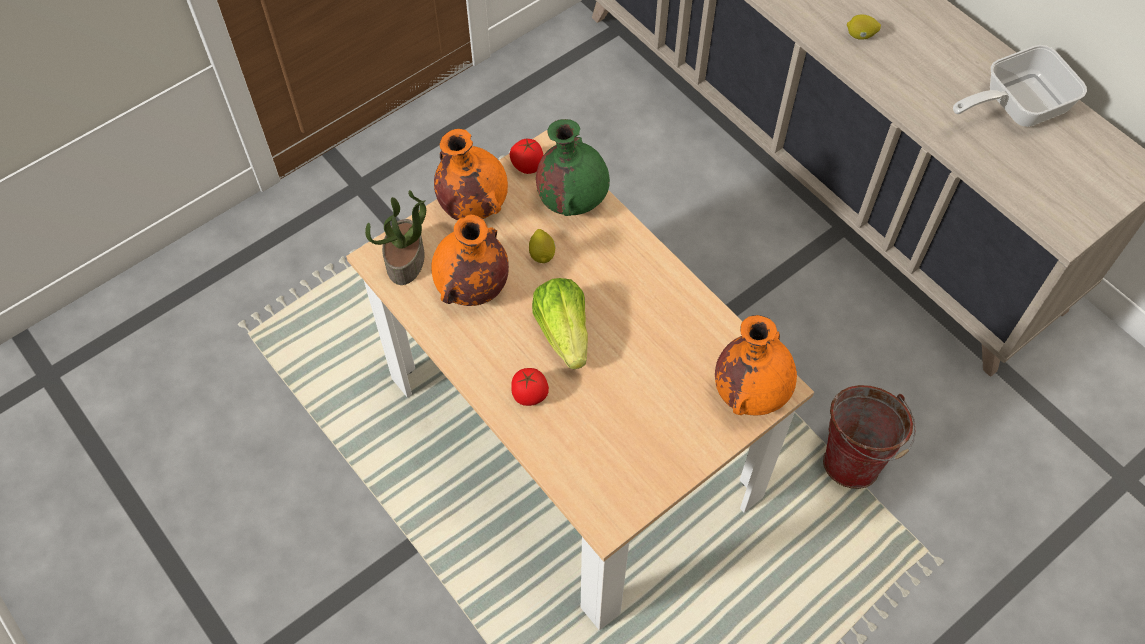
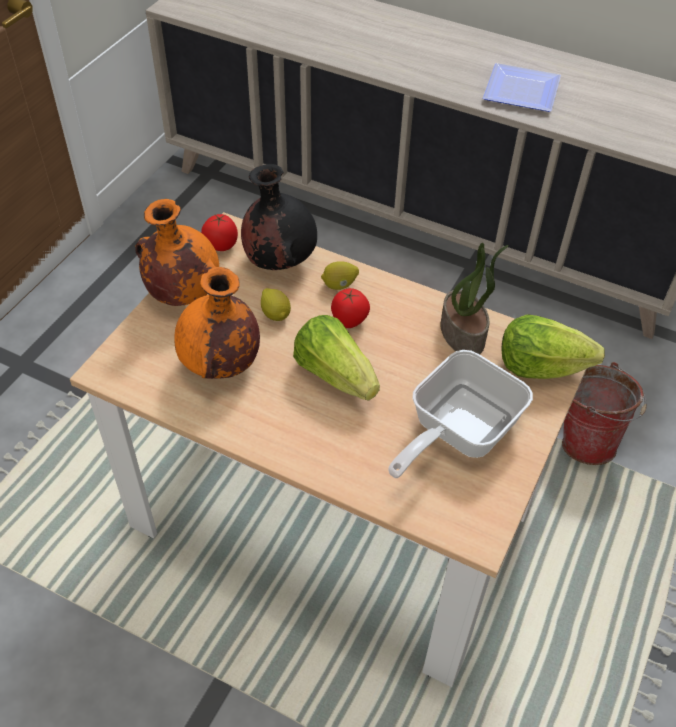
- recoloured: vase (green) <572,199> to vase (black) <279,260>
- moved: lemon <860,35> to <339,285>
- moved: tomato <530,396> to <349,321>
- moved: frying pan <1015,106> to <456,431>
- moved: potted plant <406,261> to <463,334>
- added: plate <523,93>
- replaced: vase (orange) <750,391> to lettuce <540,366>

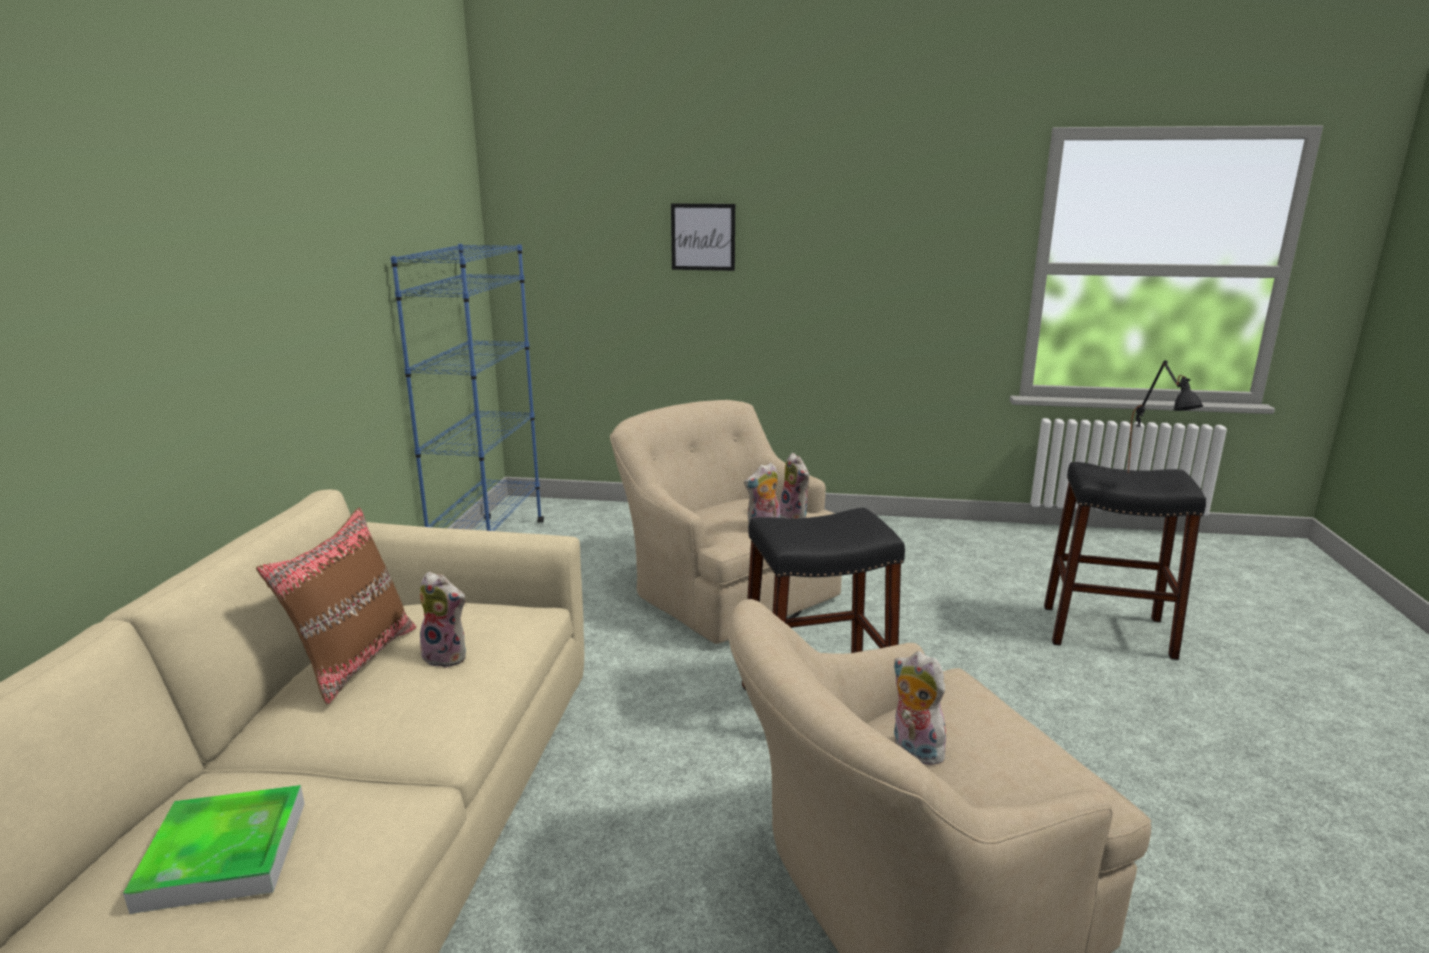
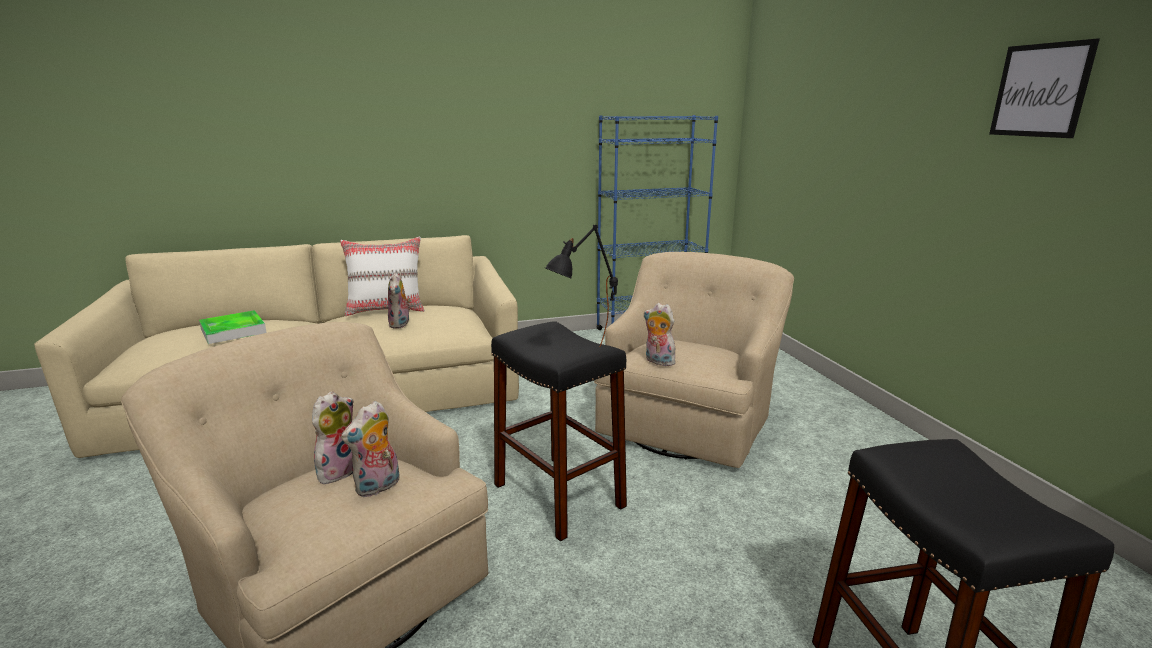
- recoloured: pillow (brown) <354,660> to pillow (white) <386,310>
- moved: plush toy <795,517> to <378,487>
- moved: table lamp (black) <1153,481> to <583,356>
- moved: picture <703,237> to <1040,90>

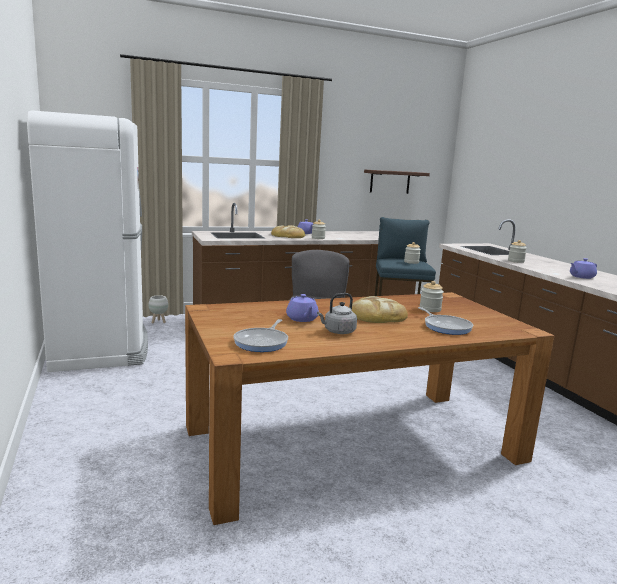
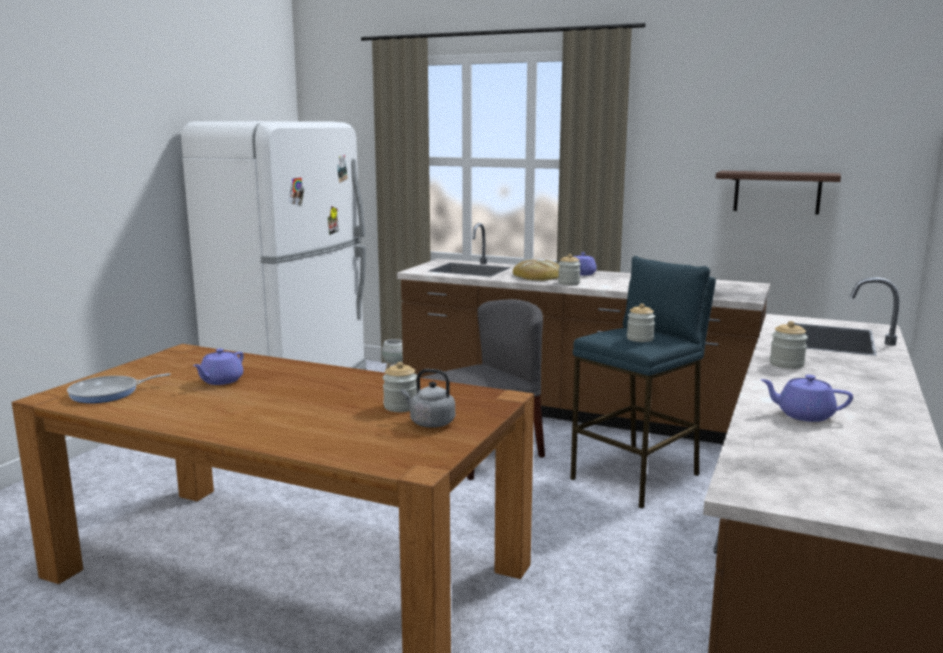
- moved: kettle (grey) <338,331> to <430,423>
- removed: bread <376,315>
- removed: frying pan <446,327>

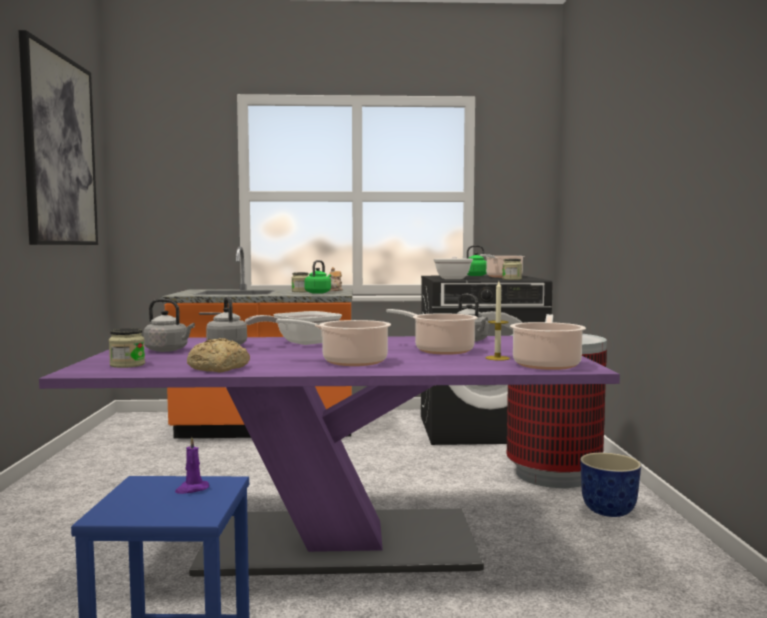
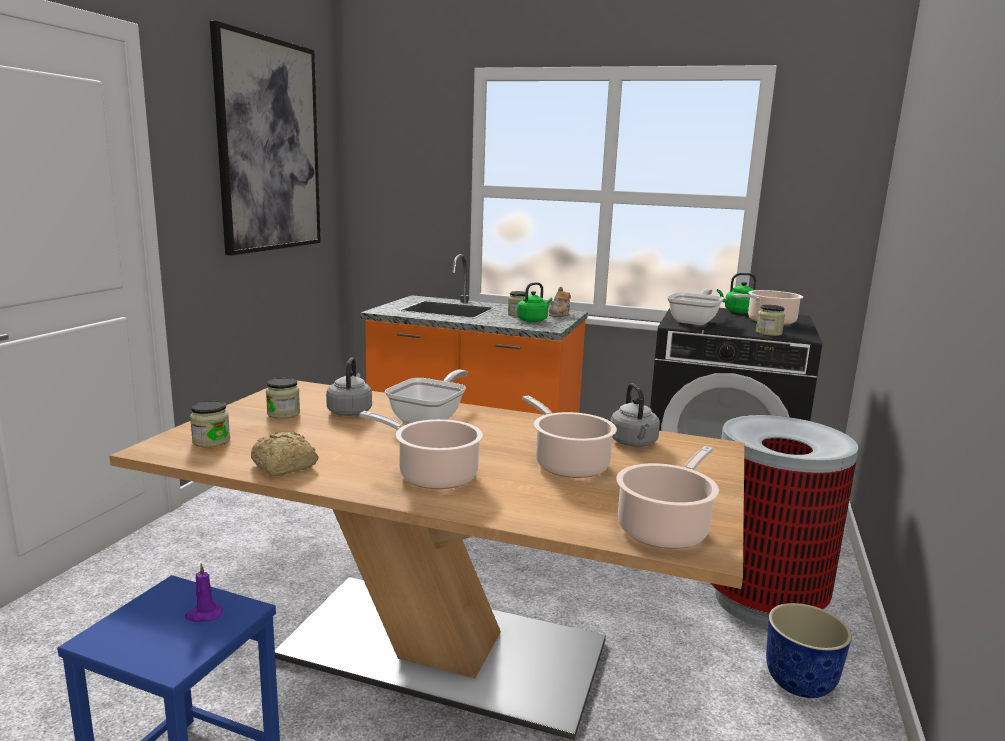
- recoloured: dining table (purple) <339,543> to dining table (beige) <444,651>
- replaced: kettle (grey) <168,350> to jar <283,414>
- turned: frying pan <301,343> = <431,418> 135 degrees clockwise
- removed: candle <497,358>

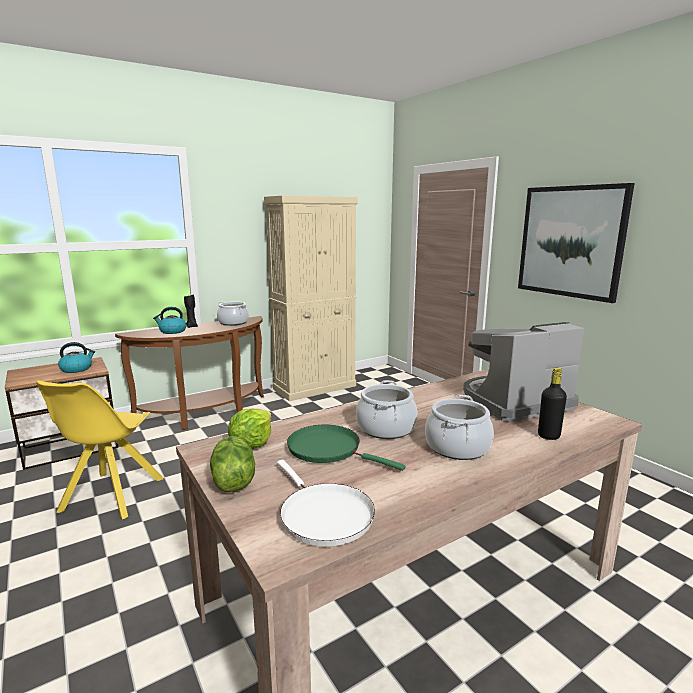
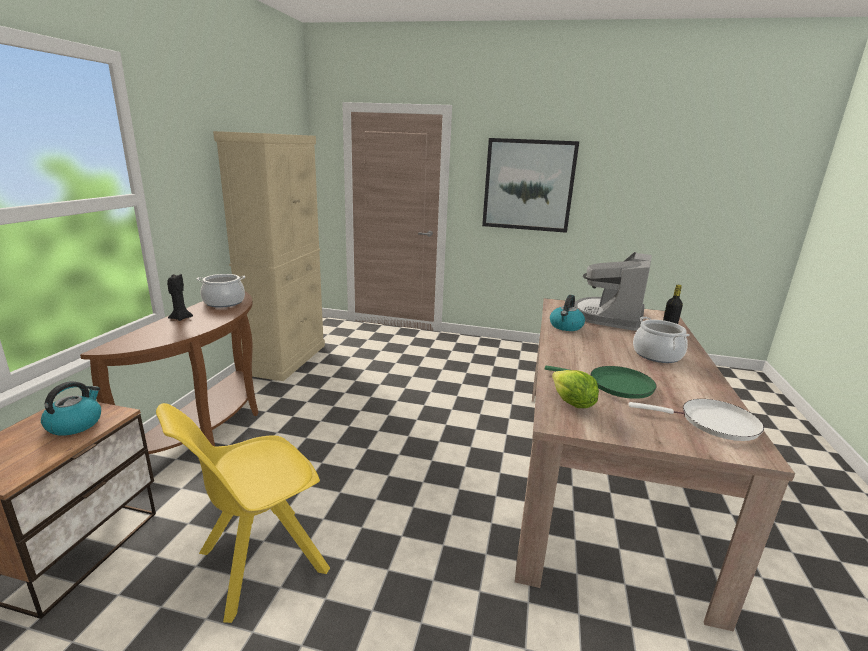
- turned: chair (yellow) <110,496> = <259,563> 90 degrees clockwise
- turned: frying pan (green) <328,449> = <615,385> 150 degrees counterclockwise
- moved: kettle <172,331> to <566,326>
- removed: lettuce <232,481>
- removed: cooking pot <385,428>

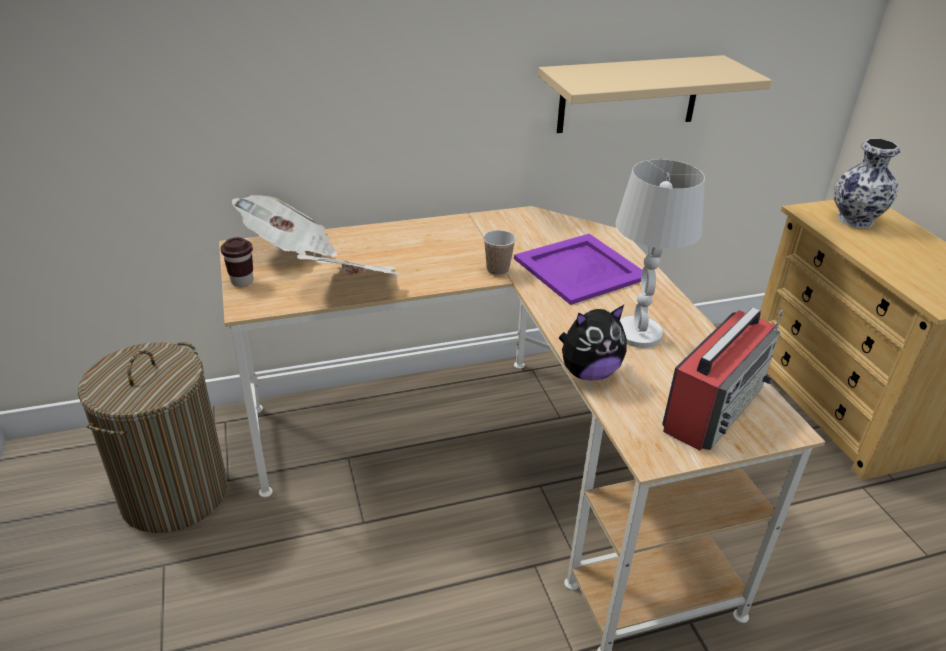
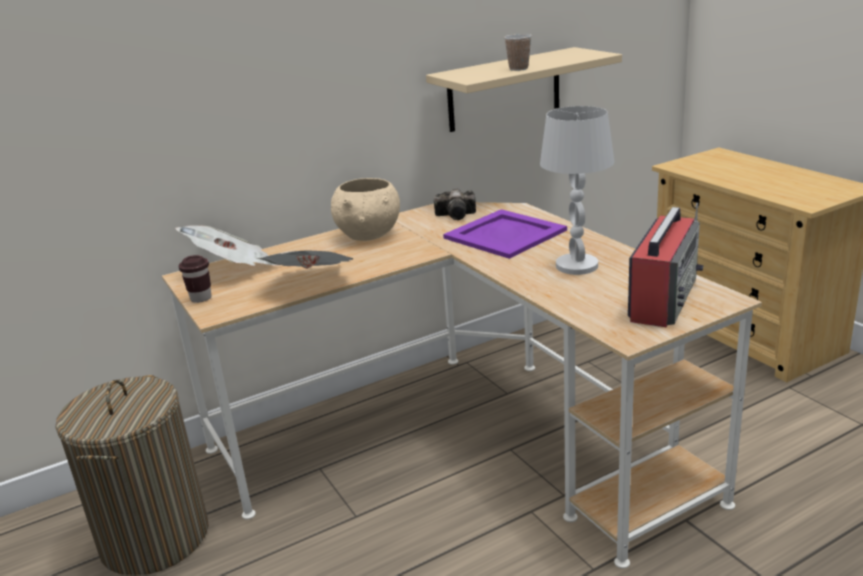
- added: bowl (beige) <369,235>
- added: photo camera <457,215>
- moved: cup <497,270> to <518,68>
- removed: plush toy <588,372>
- removed: vase <854,220>

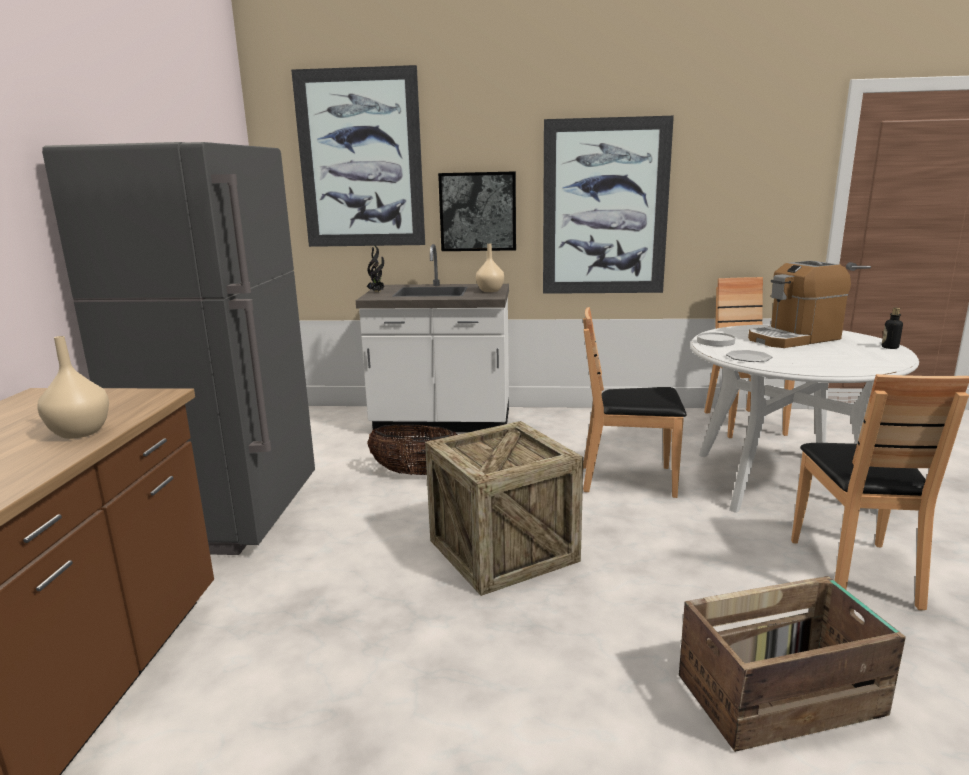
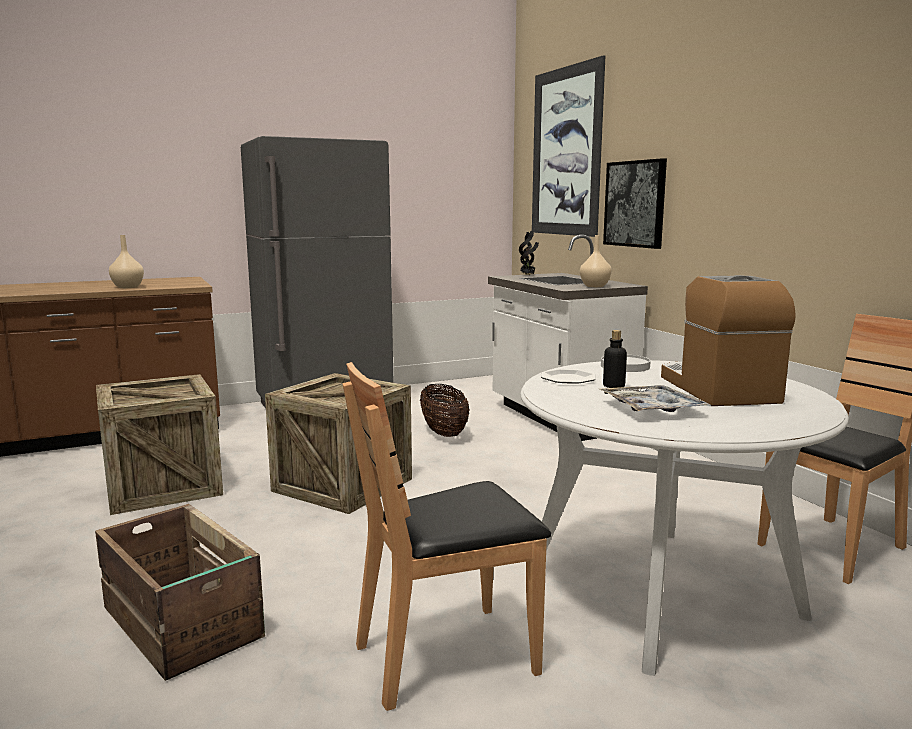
- added: crate <163,486>
- added: tray <652,408>
- moved: bottle <890,347> to <613,386>
- turned: coffee machine <793,338> = <717,389> 45 degrees clockwise
- removed: picture <605,208>
- removed: chair (brown) <629,480>

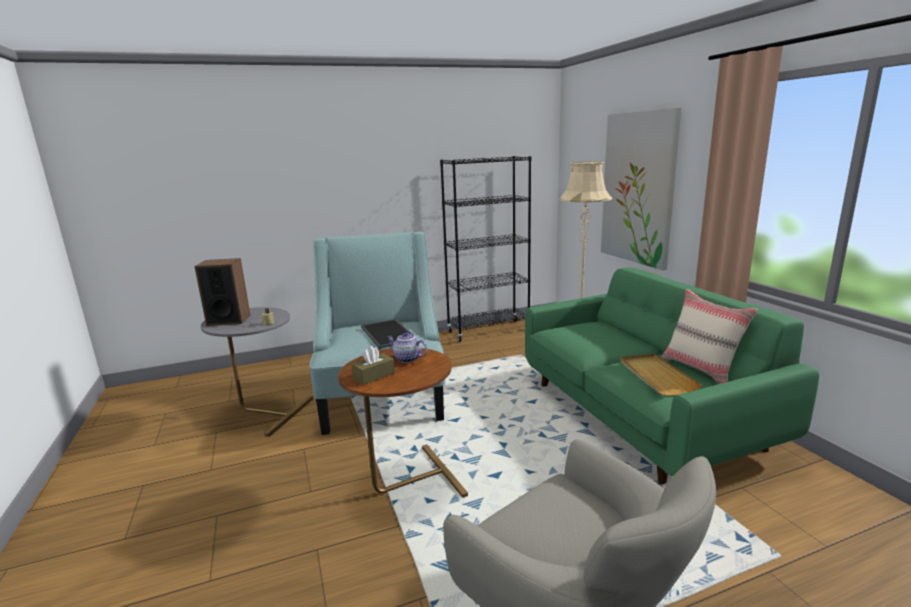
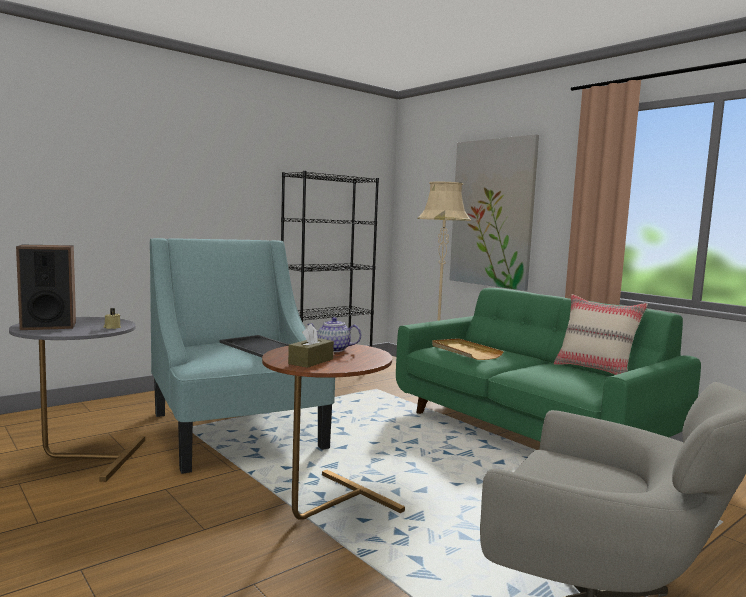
- moved: tray (beige) <656,376> to <465,351>

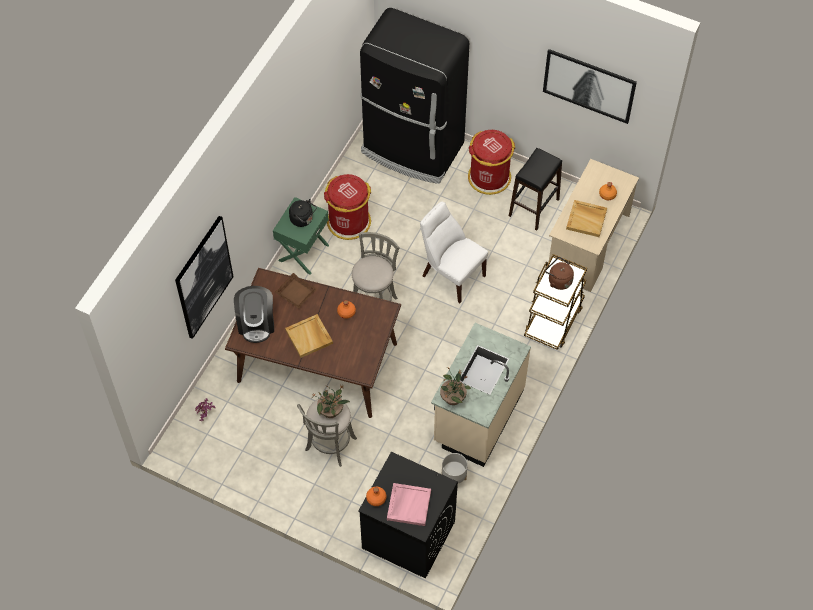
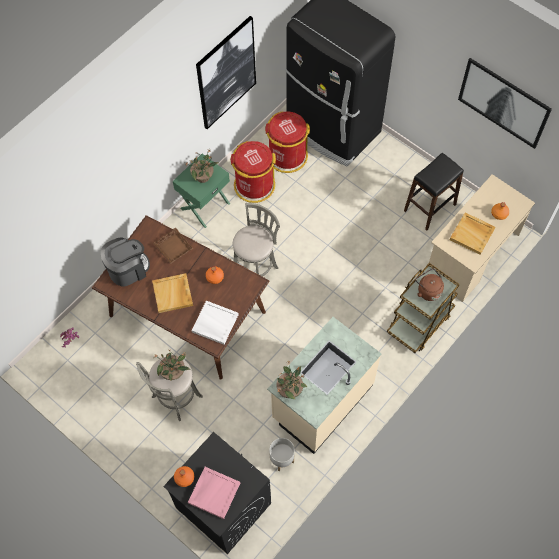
- turned: coffee machine <256,323> = <128,269> 135 degrees counterclockwise
- replaced: kettle (black) <303,219> to potted plant <203,177>
- added: tray (white) <214,323>
- moved: picture <203,277> to <226,73>
- moved: trash can (red) <489,177> to <287,156>
- removed: chair (white) <451,274>

